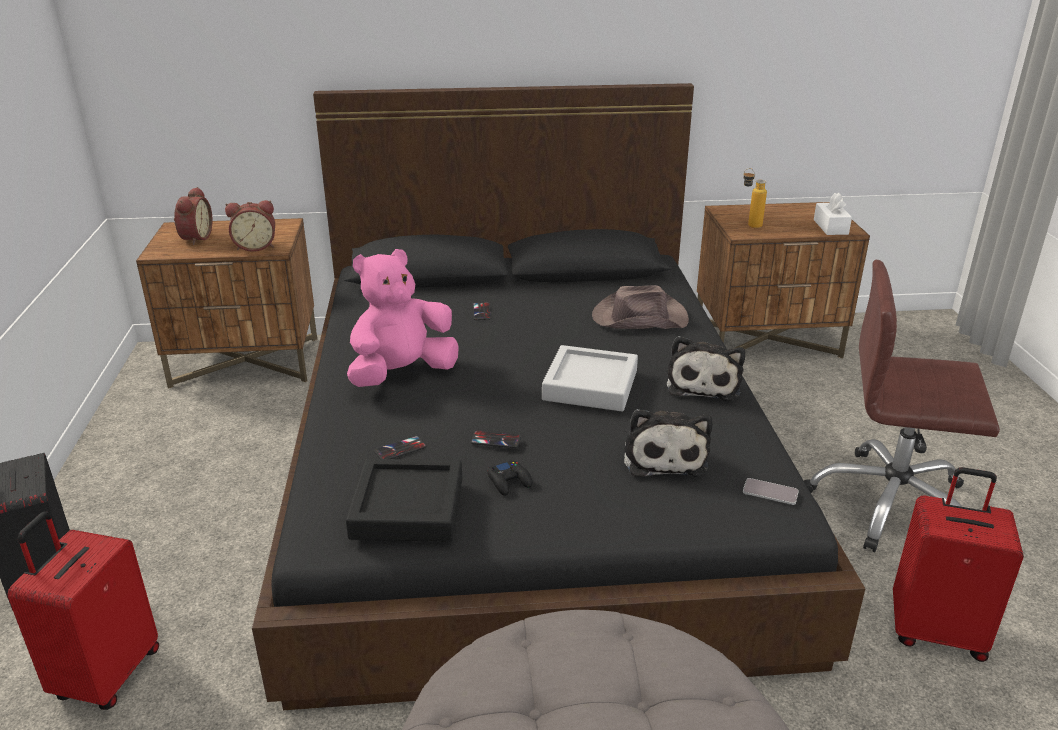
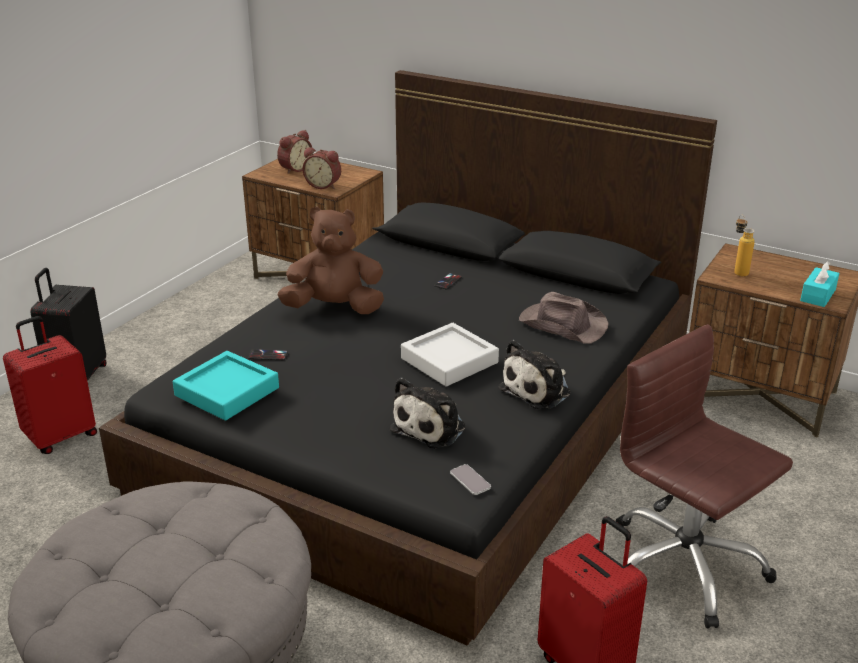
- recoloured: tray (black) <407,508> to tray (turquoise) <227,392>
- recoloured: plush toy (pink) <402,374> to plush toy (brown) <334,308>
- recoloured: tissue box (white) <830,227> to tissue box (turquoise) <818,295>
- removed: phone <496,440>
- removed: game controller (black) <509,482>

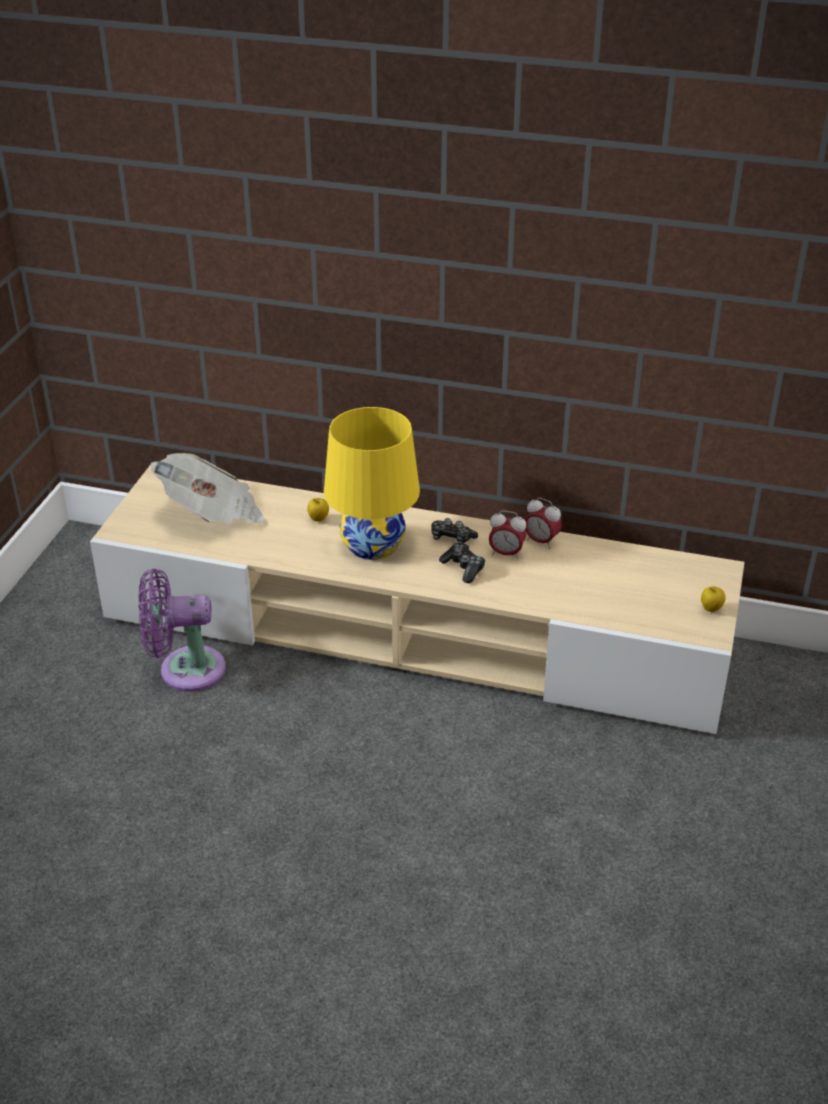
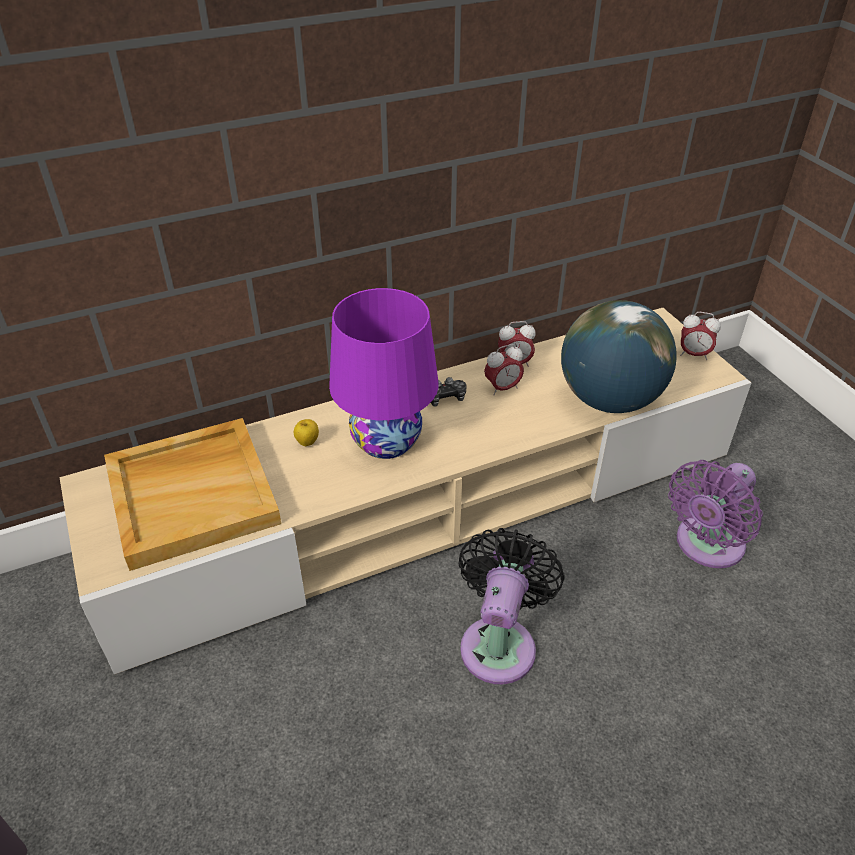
- replaced: newspaper <213,514> to tray (beige) <193,494>
- recoloured: table lamp (yellow) <372,545> to table lamp (purple) <386,440>
- added: fan (black) <500,642>
- added: globe <610,400>
- moved: fan (purple) <185,670> to <705,546>
- replaced: apple <711,610> to alarm clock <693,354>
- removed: game controller <463,568>

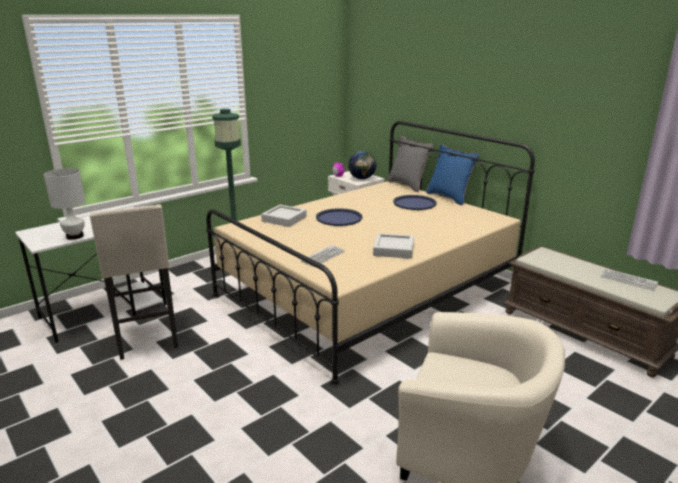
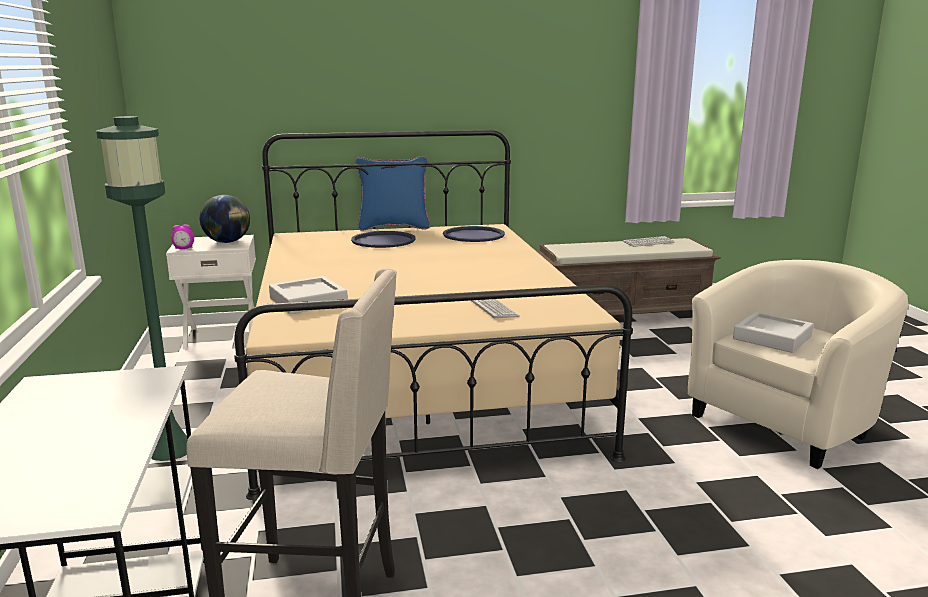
- moved: tray (blue) <339,218> to <473,235>
- moved: tray (grey) <393,249> to <772,338>
- removed: table lamp (white) <75,236>
- removed: pillow (grey) <408,185>

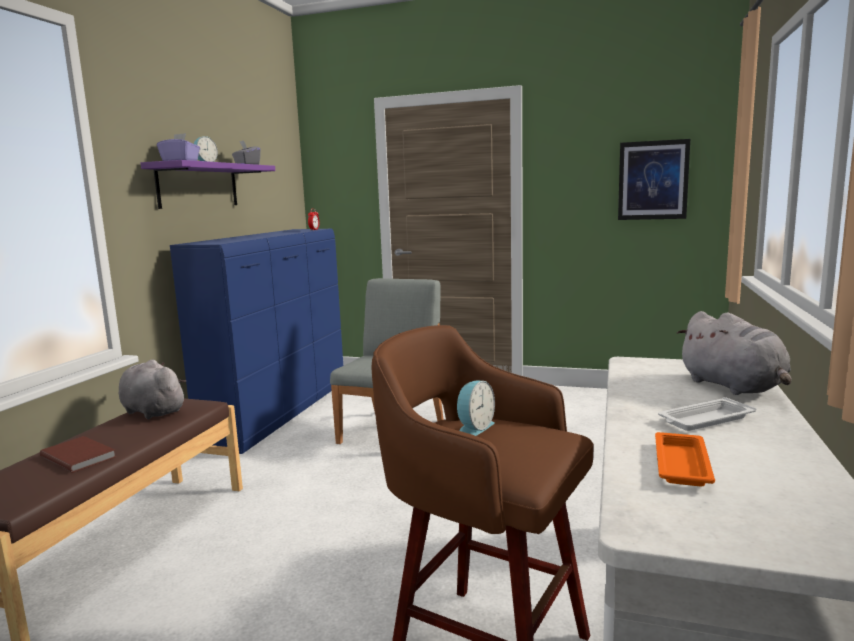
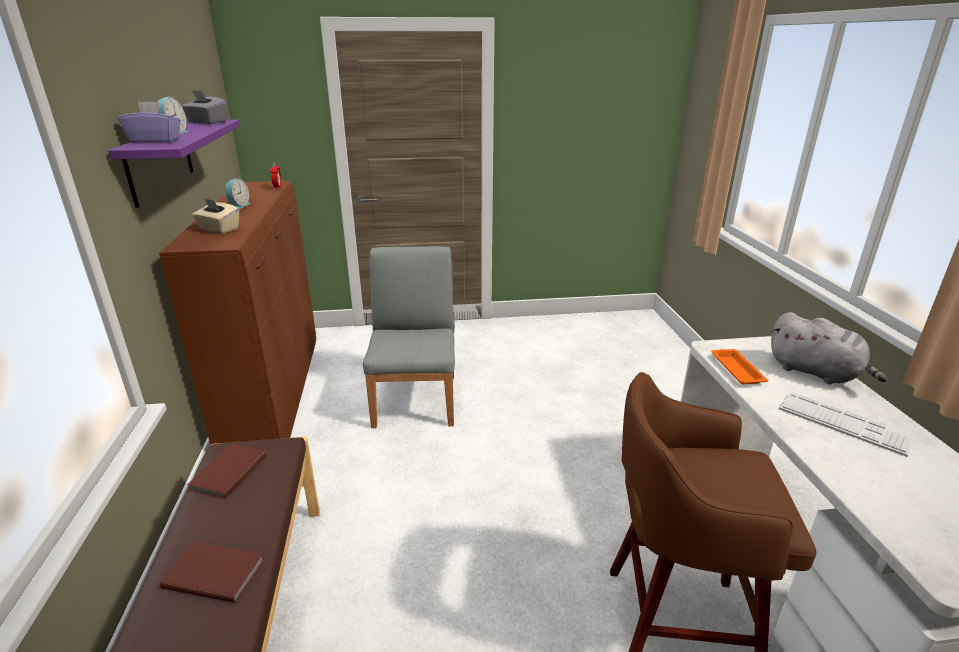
- recoloured: dresser (blue) <282,413> to dresser (brown) <278,397>
- replaced: plush toy (grey) <152,411> to book (brown) <227,473>
- added: tissue box (beige) <219,229>
- moved: alarm clock <474,428> to <238,206>
- moved: tray (orange) <681,463> to <736,369>
- replaced: tray (white) <704,420> to keyboard <843,423>
- removed: picture <653,180>

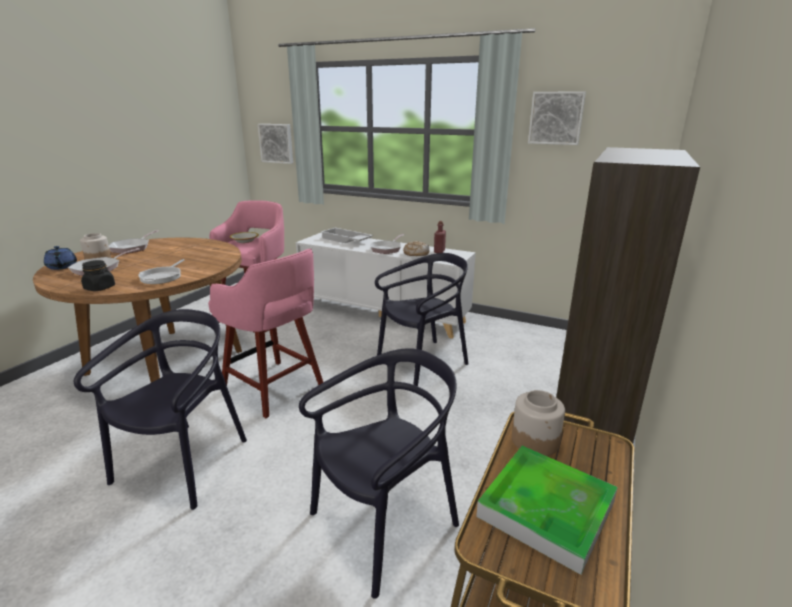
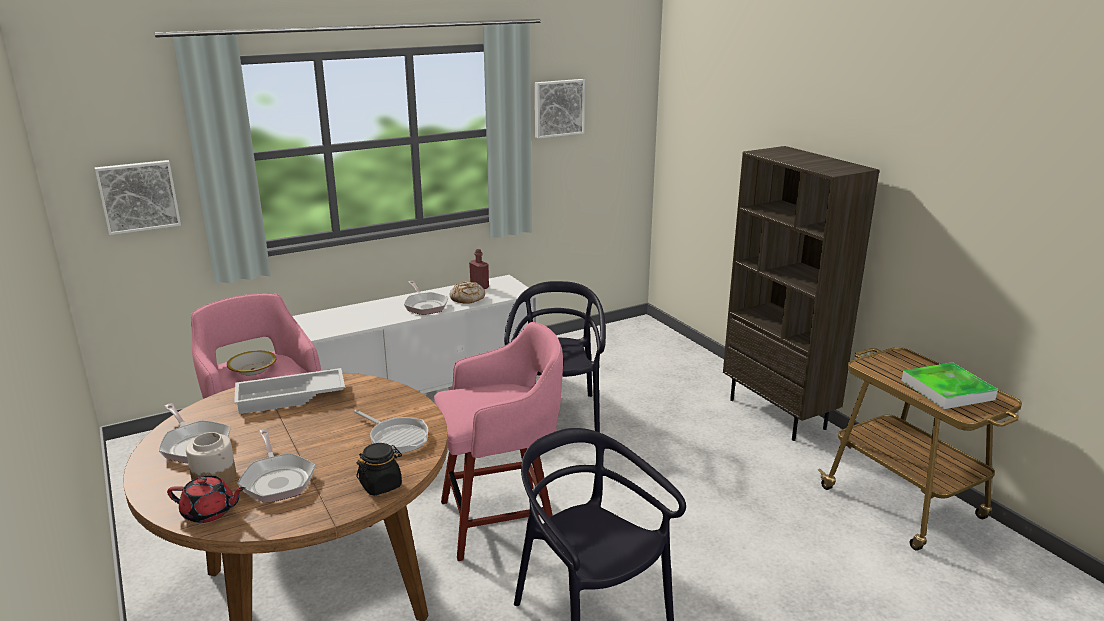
- recoloured: teapot (blue) <62,267> to teapot (red) <209,512>
- moved: tray (white) <345,240> to <290,398>
- removed: chair (black) <384,524>
- removed: jar <535,440>

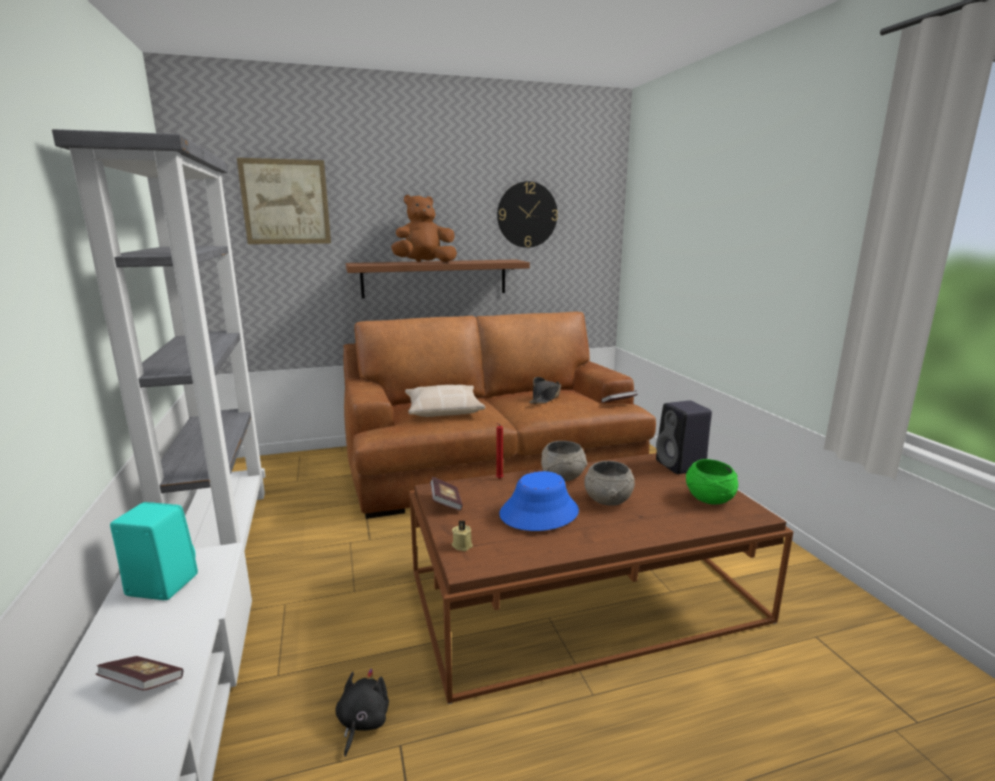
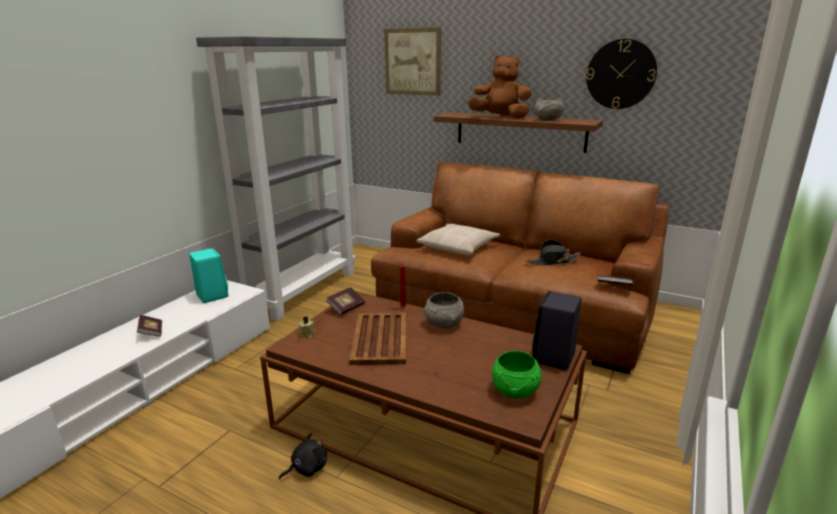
- moved: plush toy (black) <362,722> to <307,468>
- replaced: hat (blue) <539,512> to tray (brown) <380,338>
- moved: bowl (grey) <608,500> to <547,120>

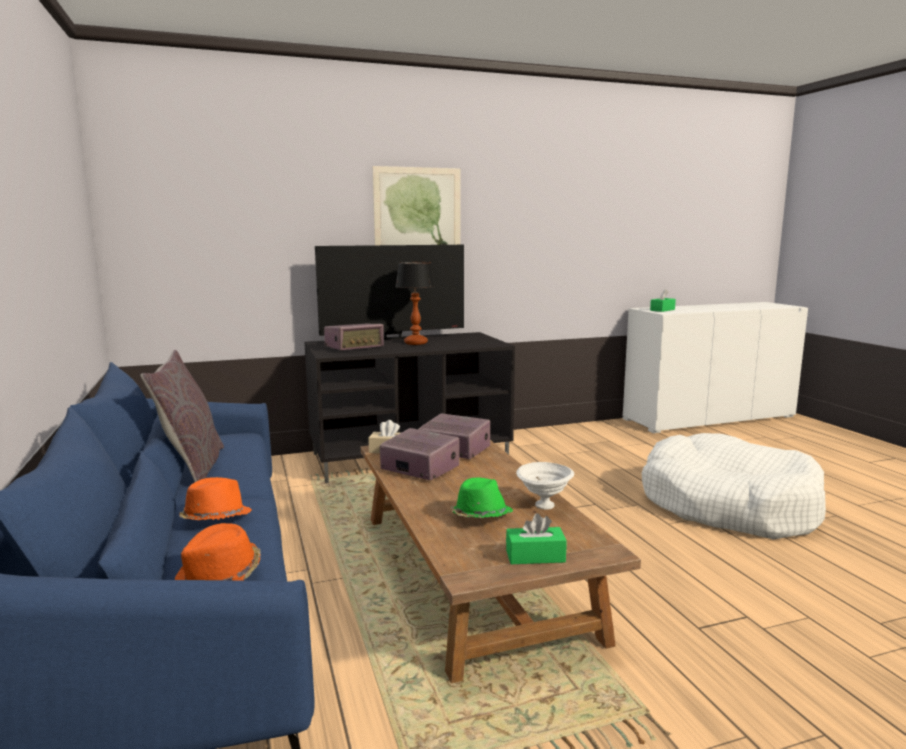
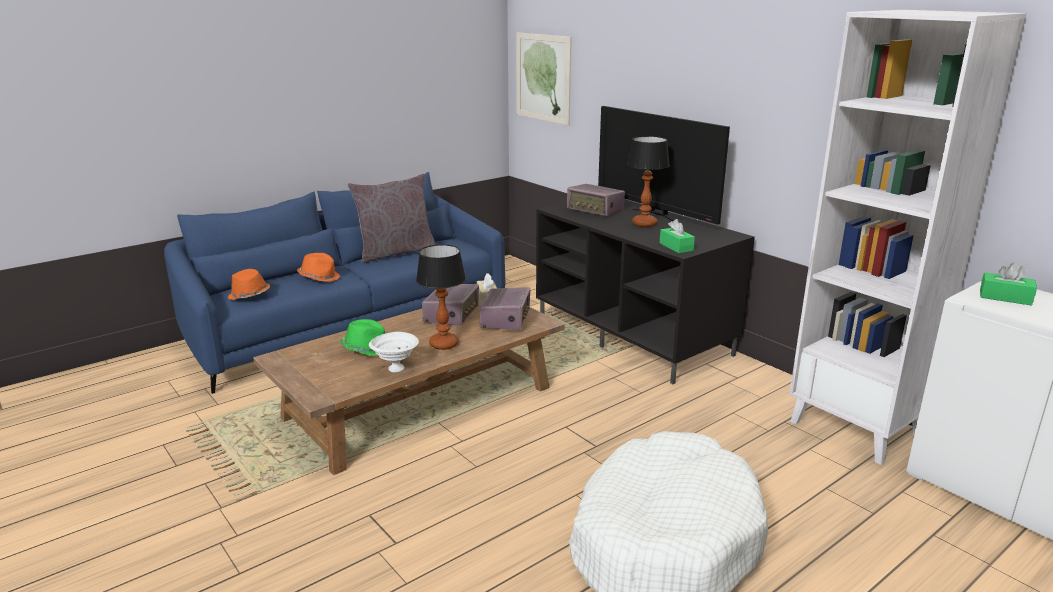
- added: table lamp <443,344>
- moved: picture <417,214> to <543,77>
- moved: tissue box (green) <535,556> to <676,247>
- added: bookcase (white) <856,428>

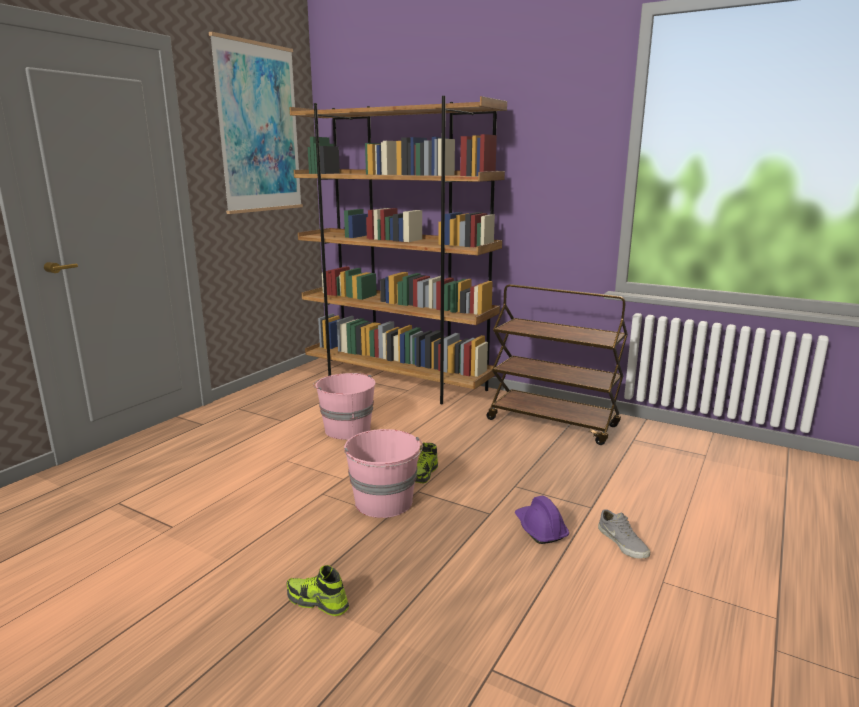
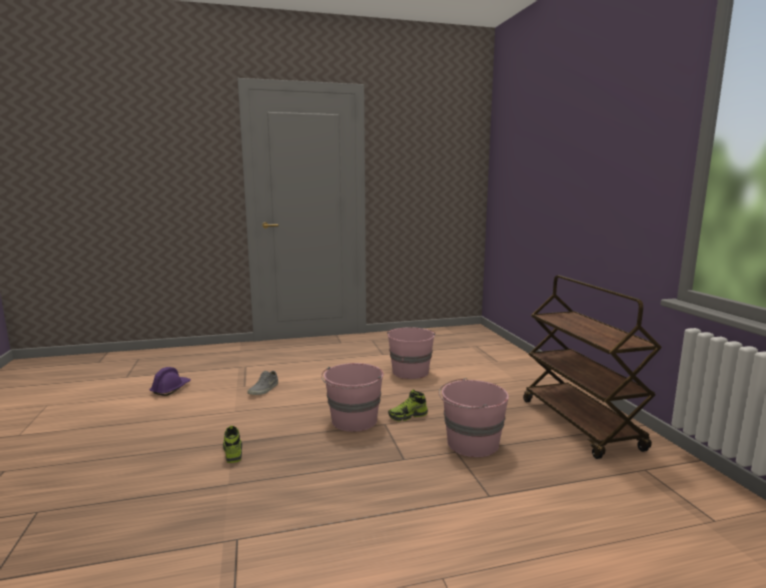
- moved: hard hat (purple) <540,529> to <171,389>
- moved: shoe (grey) <623,543> to <264,389>
- added: bucket (pink) <471,444>
- removed: picture <259,129>
- removed: bookcase (brown) <398,382>

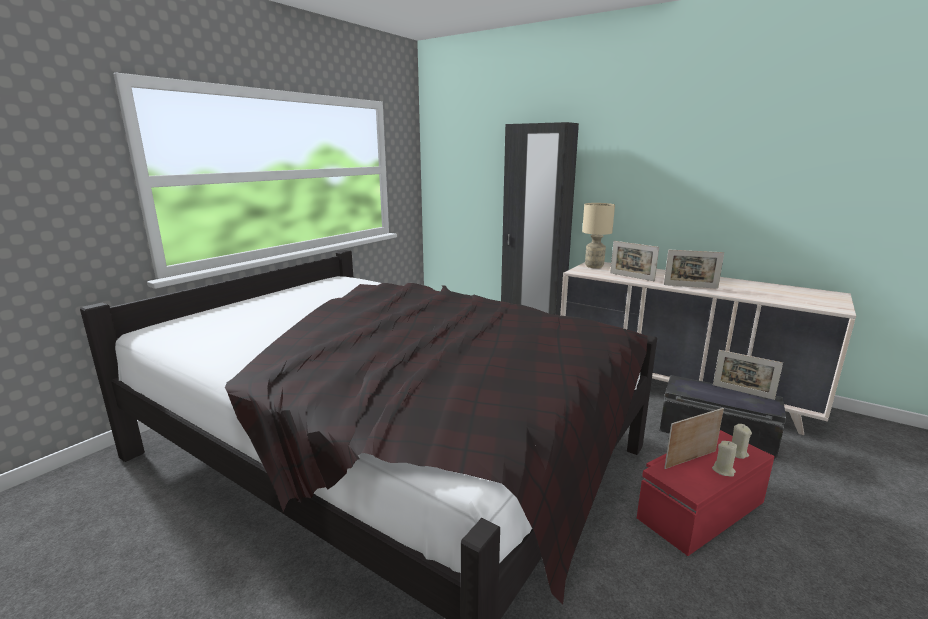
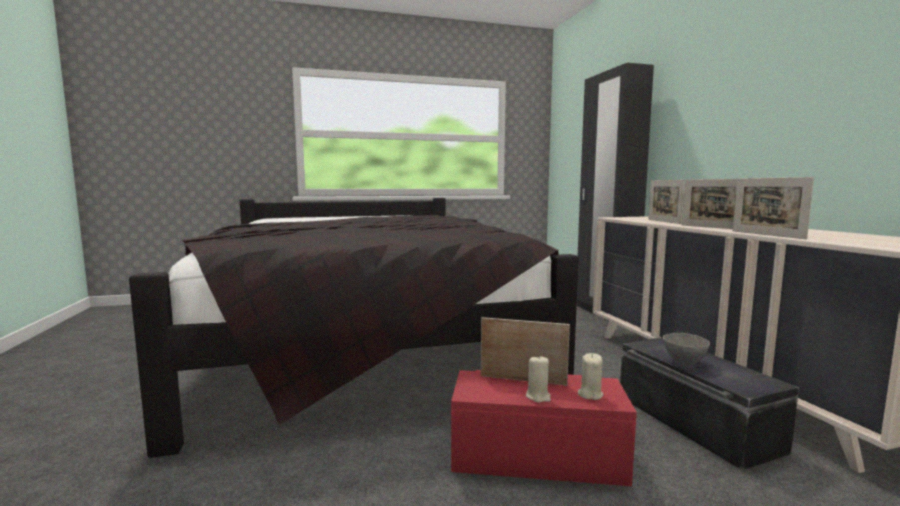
- added: bowl (grey) <683,362>
- moved: picture frame <742,392> to <766,235>
- removed: table lamp (beige) <594,266>

